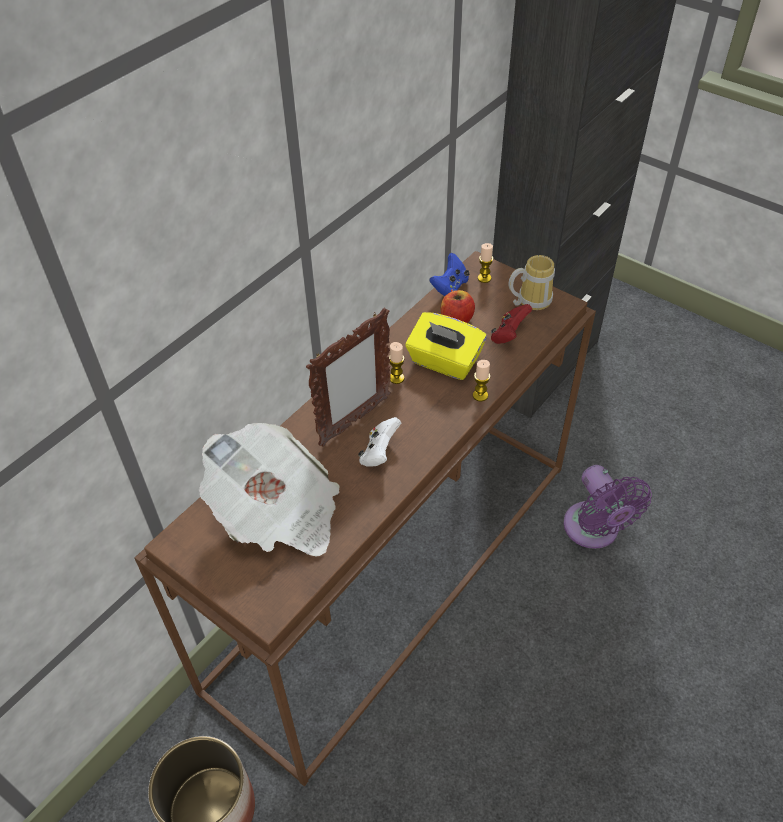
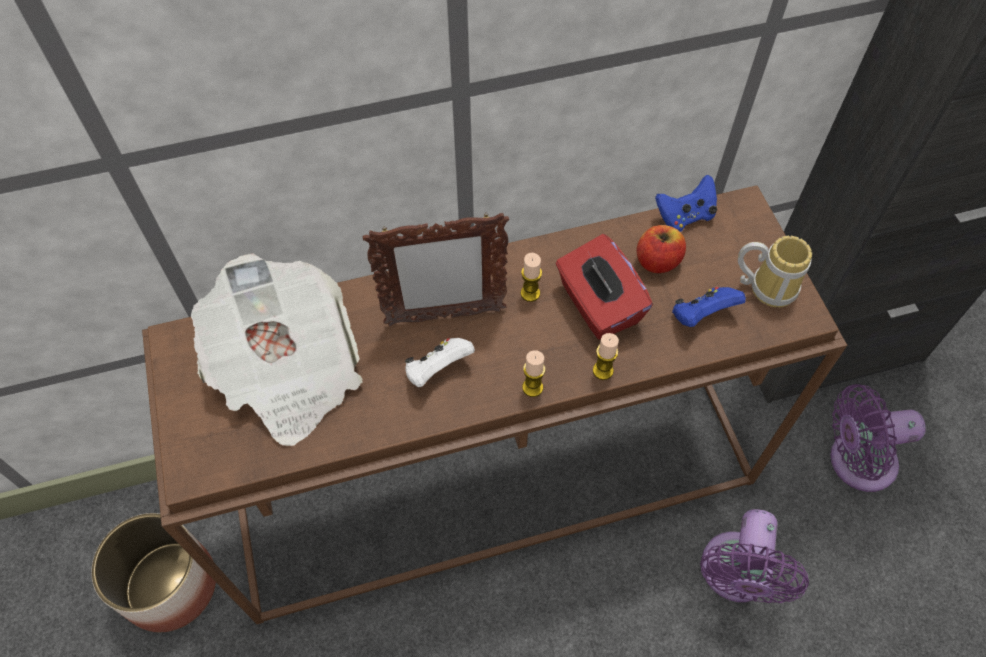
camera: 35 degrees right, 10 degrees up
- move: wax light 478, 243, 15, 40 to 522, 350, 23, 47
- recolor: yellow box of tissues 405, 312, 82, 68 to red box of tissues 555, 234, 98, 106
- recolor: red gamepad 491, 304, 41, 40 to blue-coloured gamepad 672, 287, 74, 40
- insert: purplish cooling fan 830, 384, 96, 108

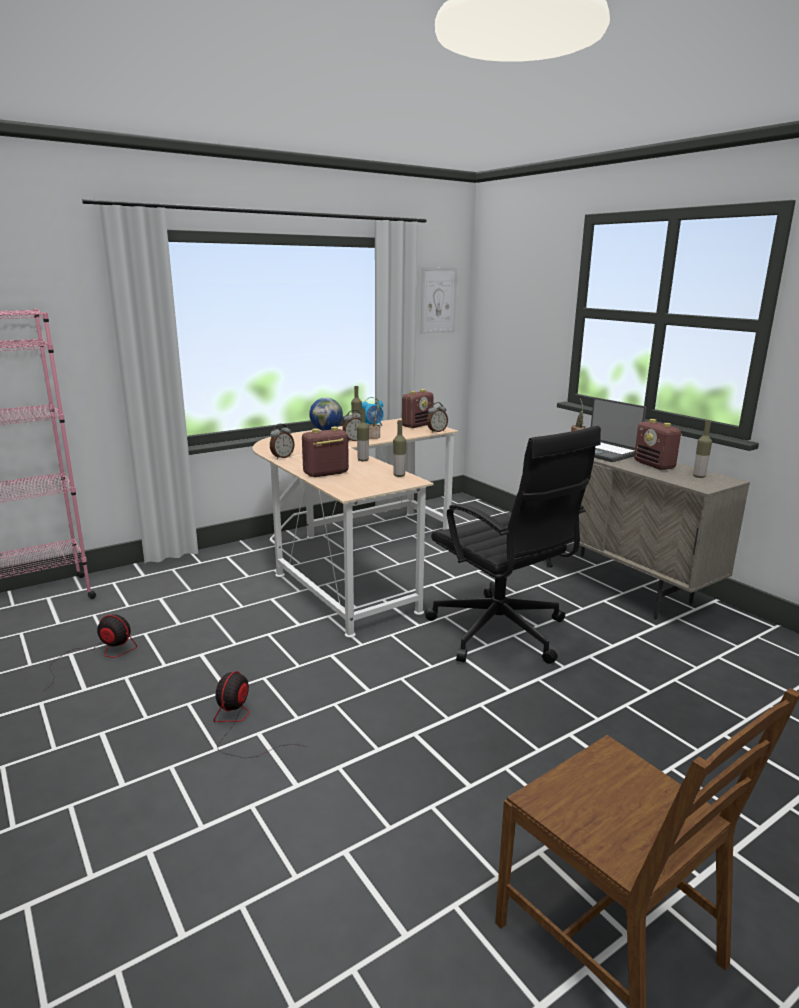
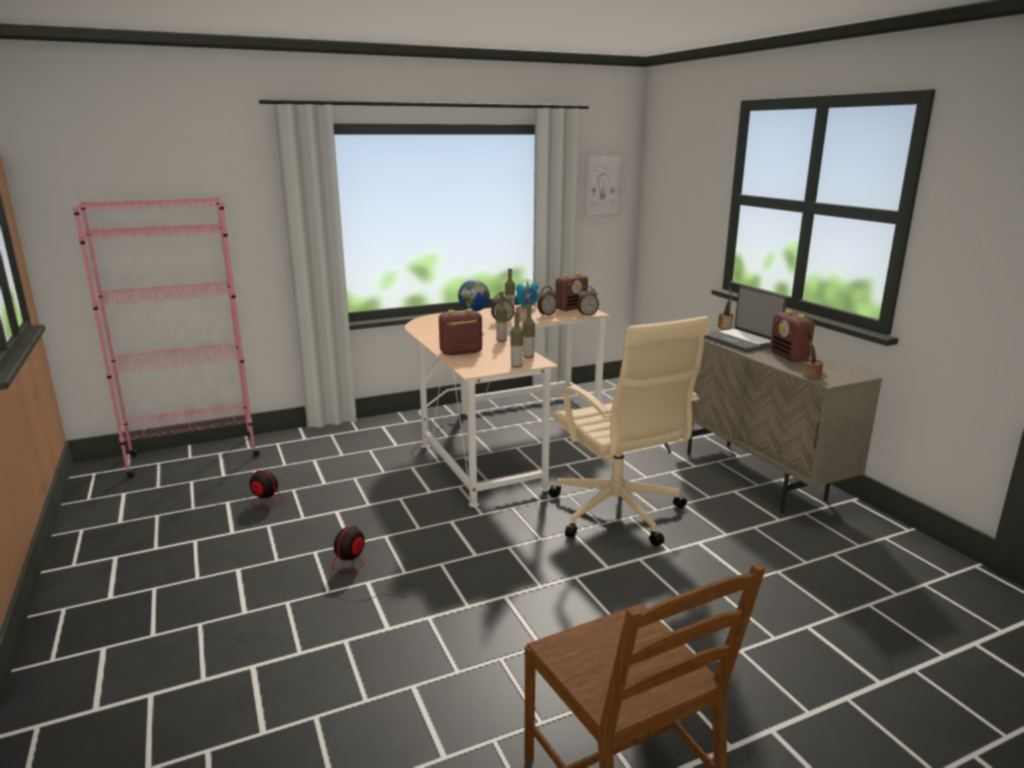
camera: 10 degrees right, 0 degrees up
- move: beverage bottle 693, 421, 19, 57 to 510, 312, 13, 56
- move: alarm clock 270, 424, 24, 35 to 537, 286, 20, 30
- recolor: blackish computer chair 425, 426, 176, 238 to sand-coloured computer chair 549, 316, 160, 230
- insert: potted plant 802, 330, 21, 50

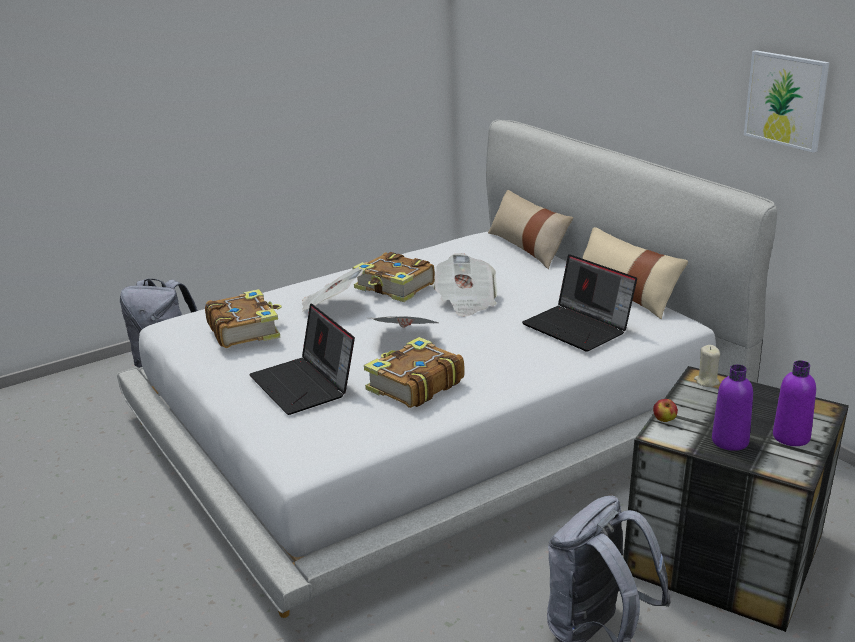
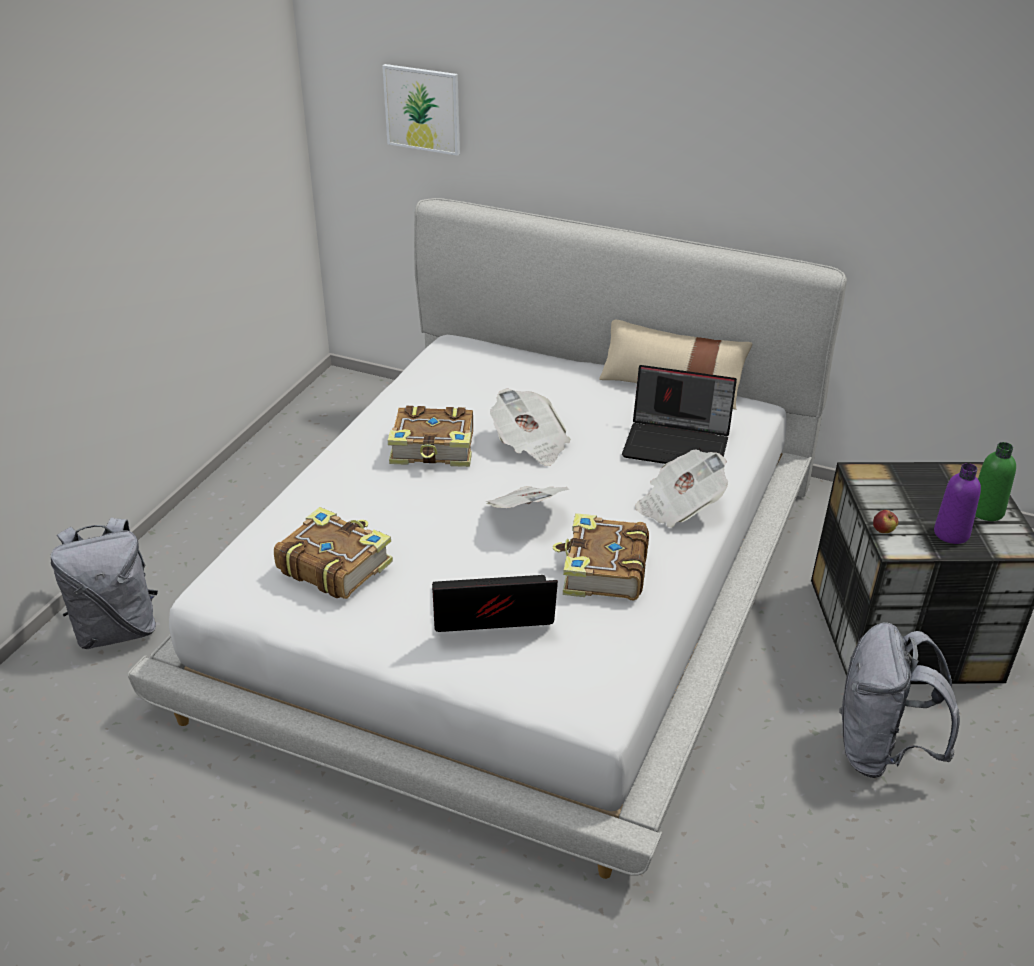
camera: 35 degrees left, 10 degrees up
- move: wall art 744, 50, 86, 103 to 382, 64, 78, 92
- rotate: laptop 249, 303, 106, 112 = 432, 575, 126, 57 150 degrees clockwise
- move: printed paper 302, 267, 61, 45 to 635, 449, 93, 79
- recolor: purplish beverage bottle 773, 360, 43, 86 to greenish beverage bottle 975, 442, 41, 79
- delete: sand-coloured pillow 488, 190, 85, 79
- delete: sand-coloured wax light 694, 345, 26, 42

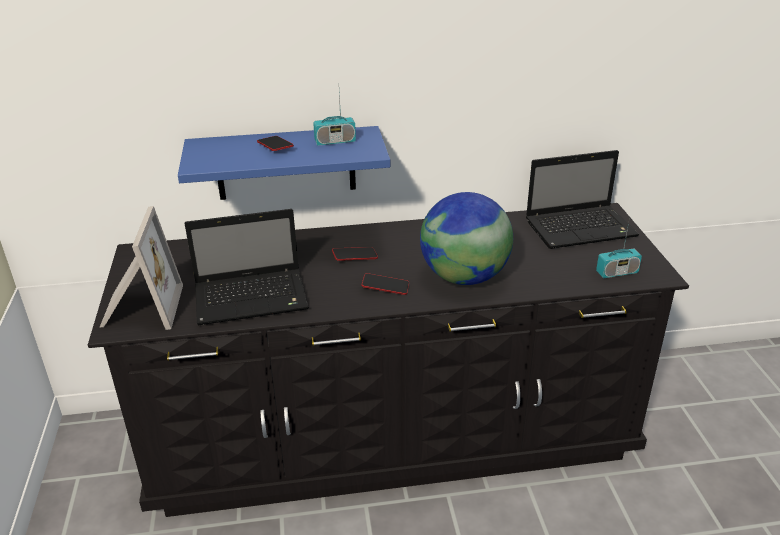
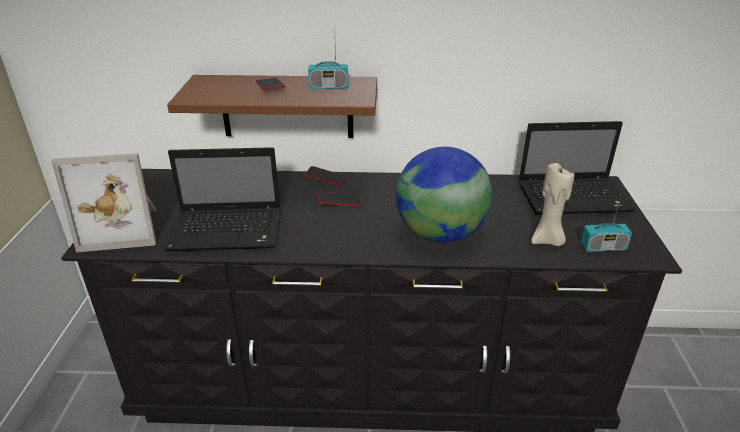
camera: 10 degrees right, 0 degrees up
- rotate: standing frame 99, 206, 84, 124 = 51, 153, 106, 99 75 degrees clockwise
- recolor: blue-coloured bracket shelf 178, 126, 212, 74 to brownish bracket shelf 167, 75, 210, 63
- move: handset 362, 273, 47, 22 to 305, 166, 42, 20
- insert: sand-coloured wax light 531, 163, 43, 83

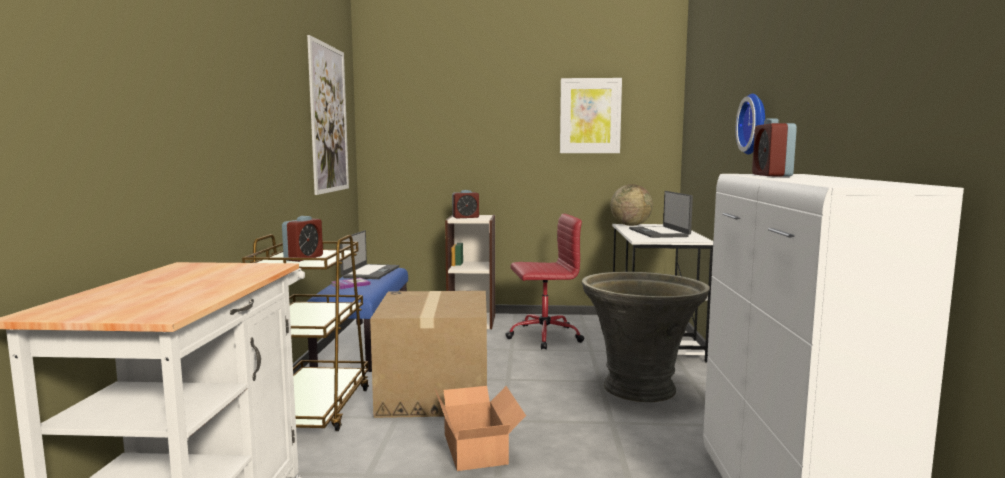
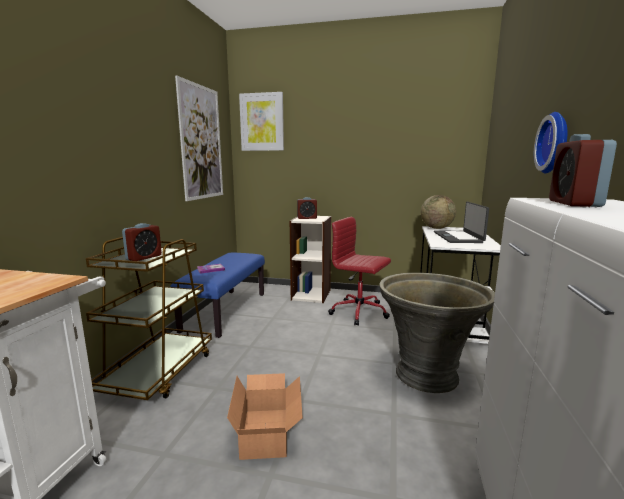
camera: 10 degrees right, 5 degrees up
- move: wall art 560, 78, 62, 75 to 239, 92, 45, 59
- rotate: red computer chair 505, 214, 79, 136 = 328, 217, 63, 109 150 degrees counterclockwise
- delete: laptop 340, 230, 59, 49
- delete: cardboard box 370, 291, 117, 127

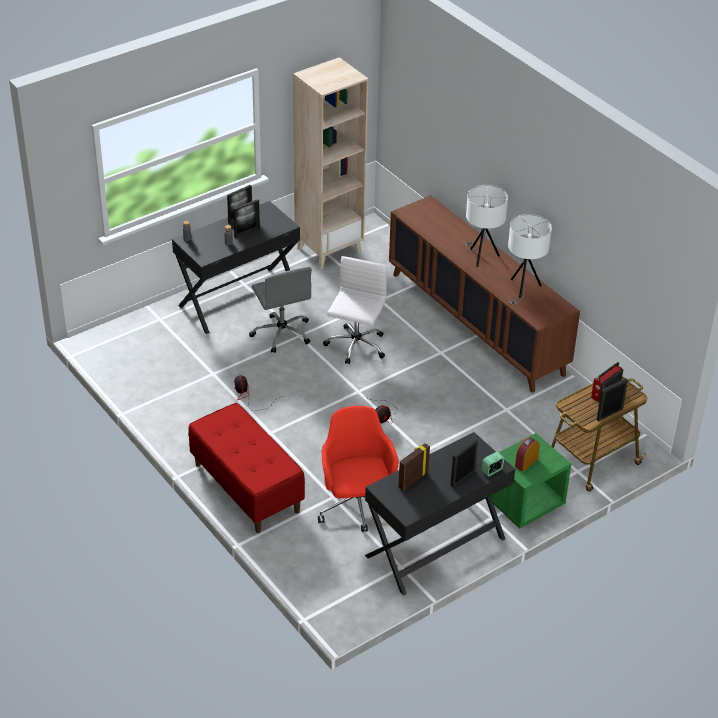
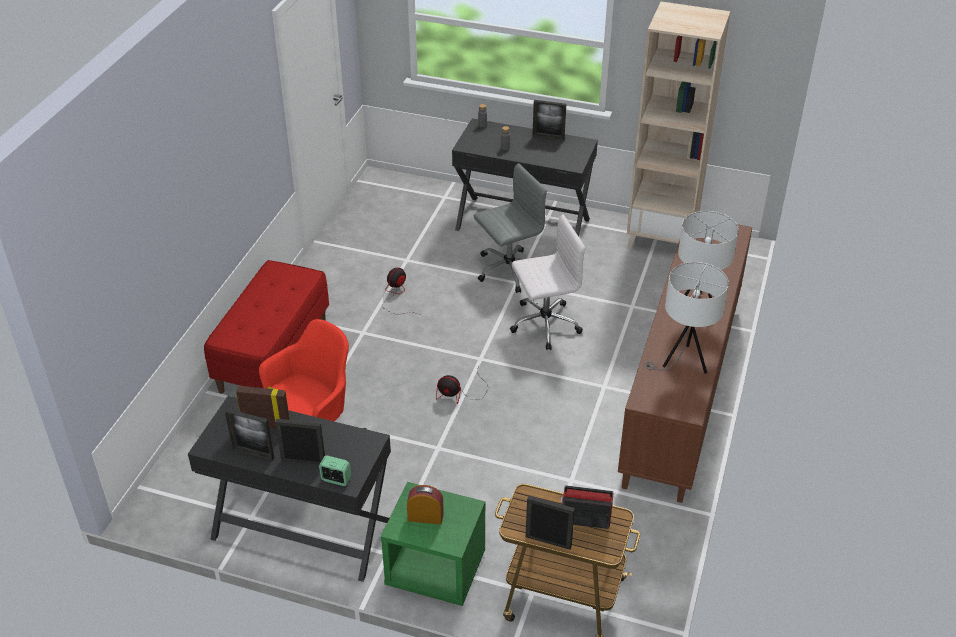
camera: 55 degrees right, 0 degrees up
- move: standing frame 233, 199, 27, 39 to 225, 409, 49, 52
- rotate: grey computer chair 249, 267, 62, 86 = 474, 163, 73, 130 150 degrees counterclockwise

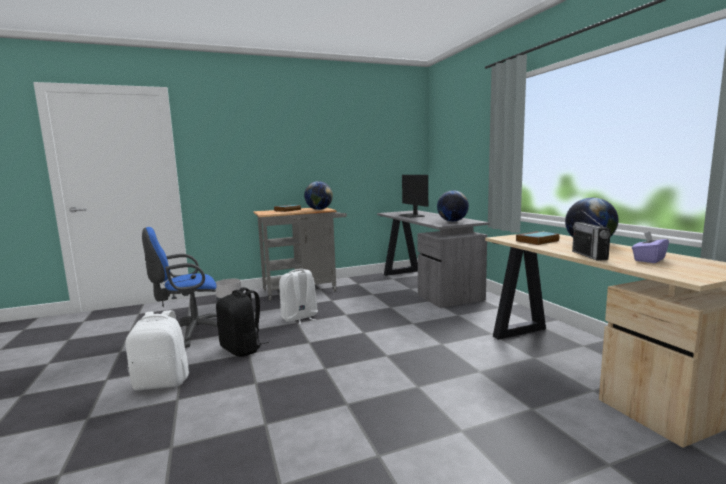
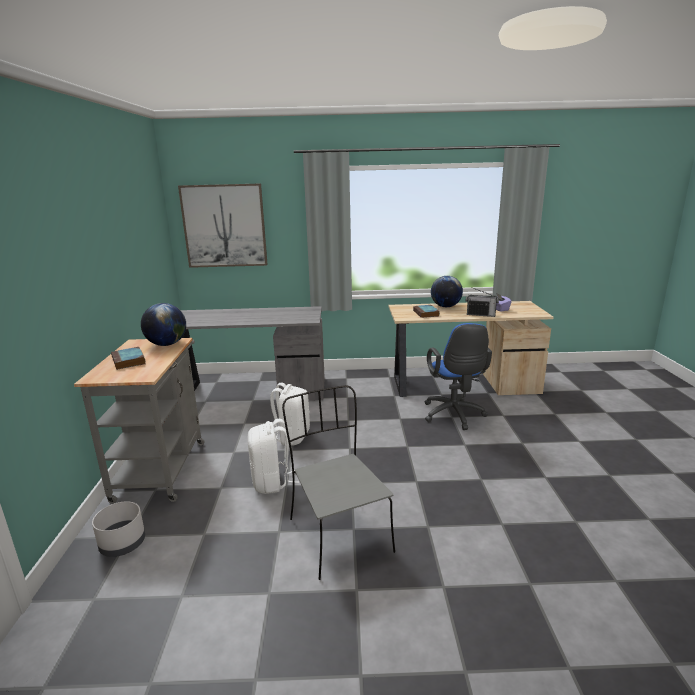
camera: 70 degrees left, 10 degrees up
- insert: wall art 178, 183, 90, 85
- move: white backpack 126, 310, 63, 80 to 270, 383, 40, 62
- replace: blackish backpack 216, 287, 53, 70 to grey upright chair 282, 385, 113, 195
- move: blue-coloured computer chair 142, 227, 76, 121 to 424, 323, 68, 107
- delete: computer screen 398, 175, 30, 43
- delete: globe 437, 190, 32, 32

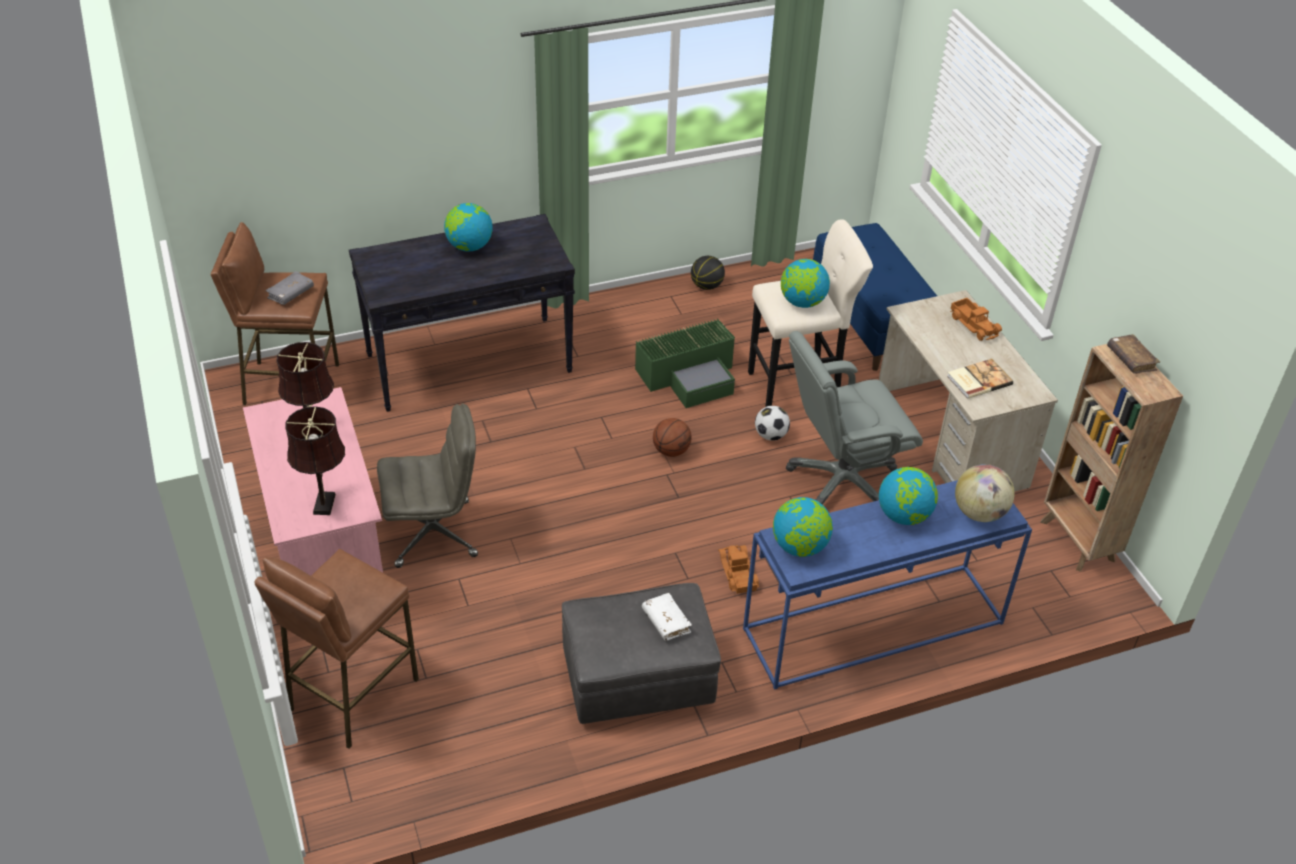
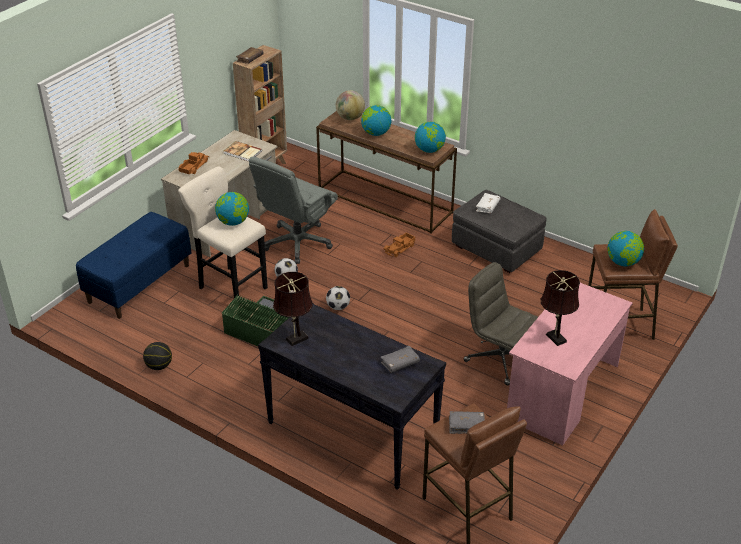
camera: 125 degrees left, 5 degrees down
- rotate: grey computer chair 786, 331, 137, 174 = 249, 157, 89, 107 90 degrees clockwise
- move: brownish lamp for a table 285, 406, 60, 109 to 273, 272, 40, 74
- recolor: blue-coloured hall table 743, 480, 289, 210 to brownish hall table 316, 111, 141, 123
- replace: basketball 653, 418, 39, 39 to football 326, 286, 24, 24
- insert: grey book 381, 346, 39, 27
- move: globe 444, 203, 49, 49 to 608, 231, 36, 35

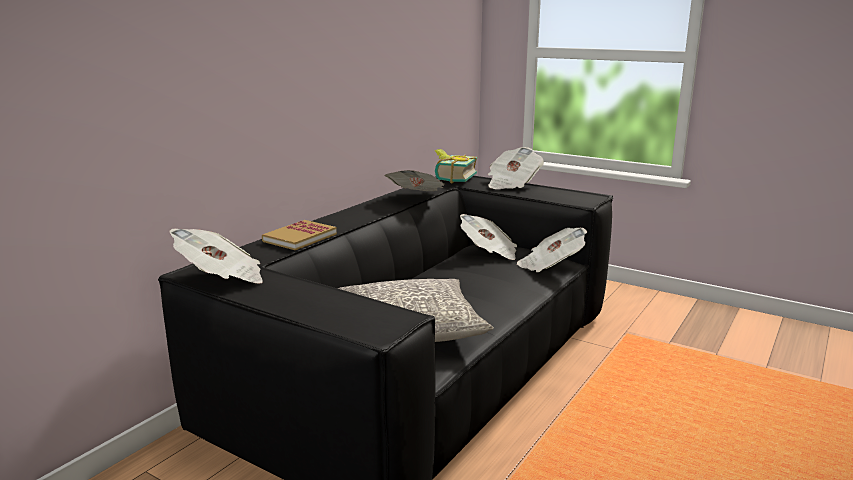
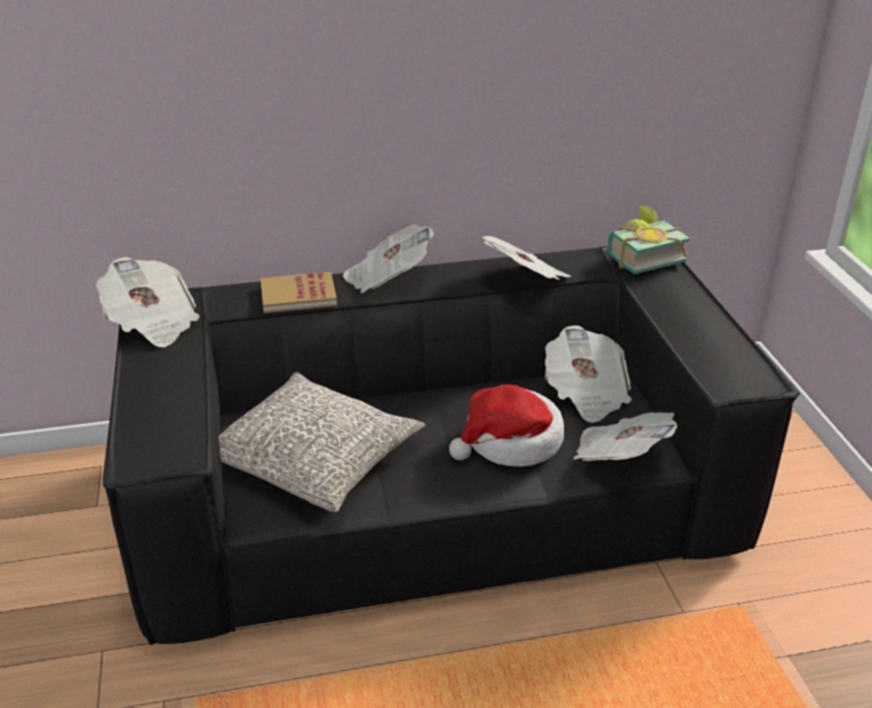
camera: 45 degrees right, 15 degrees up
- move: printed paper 488, 147, 56, 42 to 343, 224, 91, 69
- insert: clothing hat 449, 385, 115, 82

